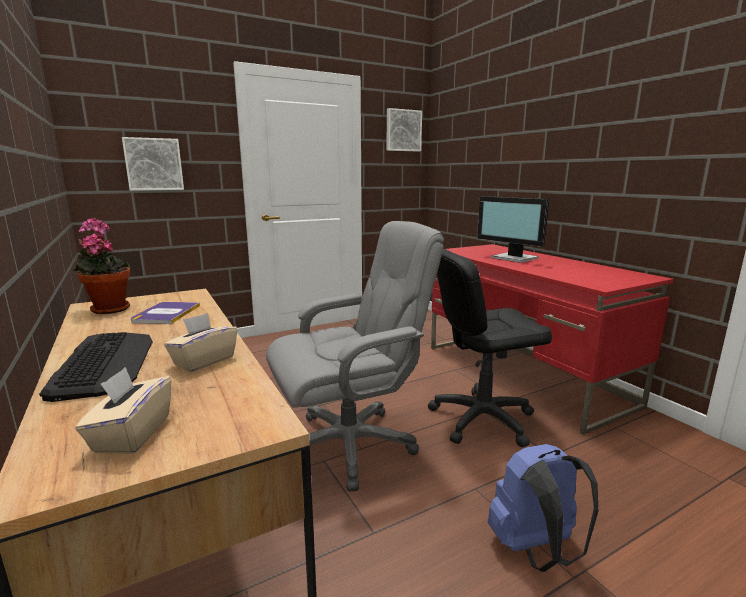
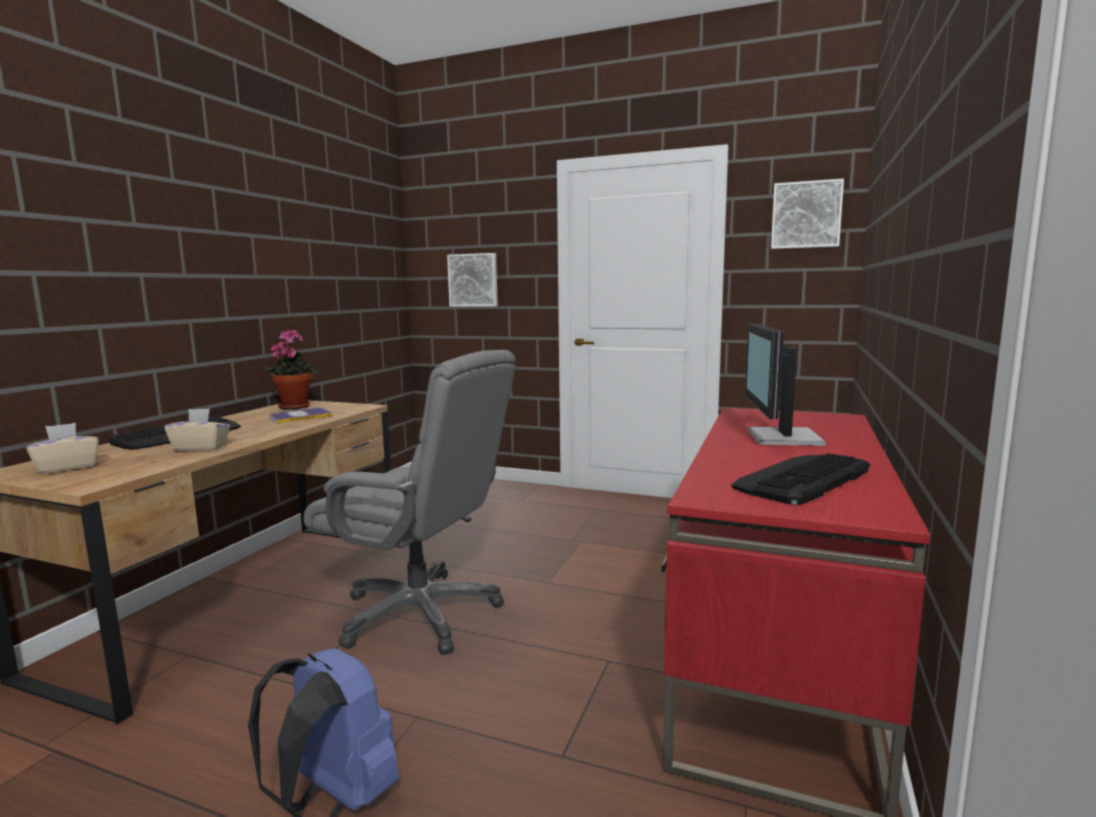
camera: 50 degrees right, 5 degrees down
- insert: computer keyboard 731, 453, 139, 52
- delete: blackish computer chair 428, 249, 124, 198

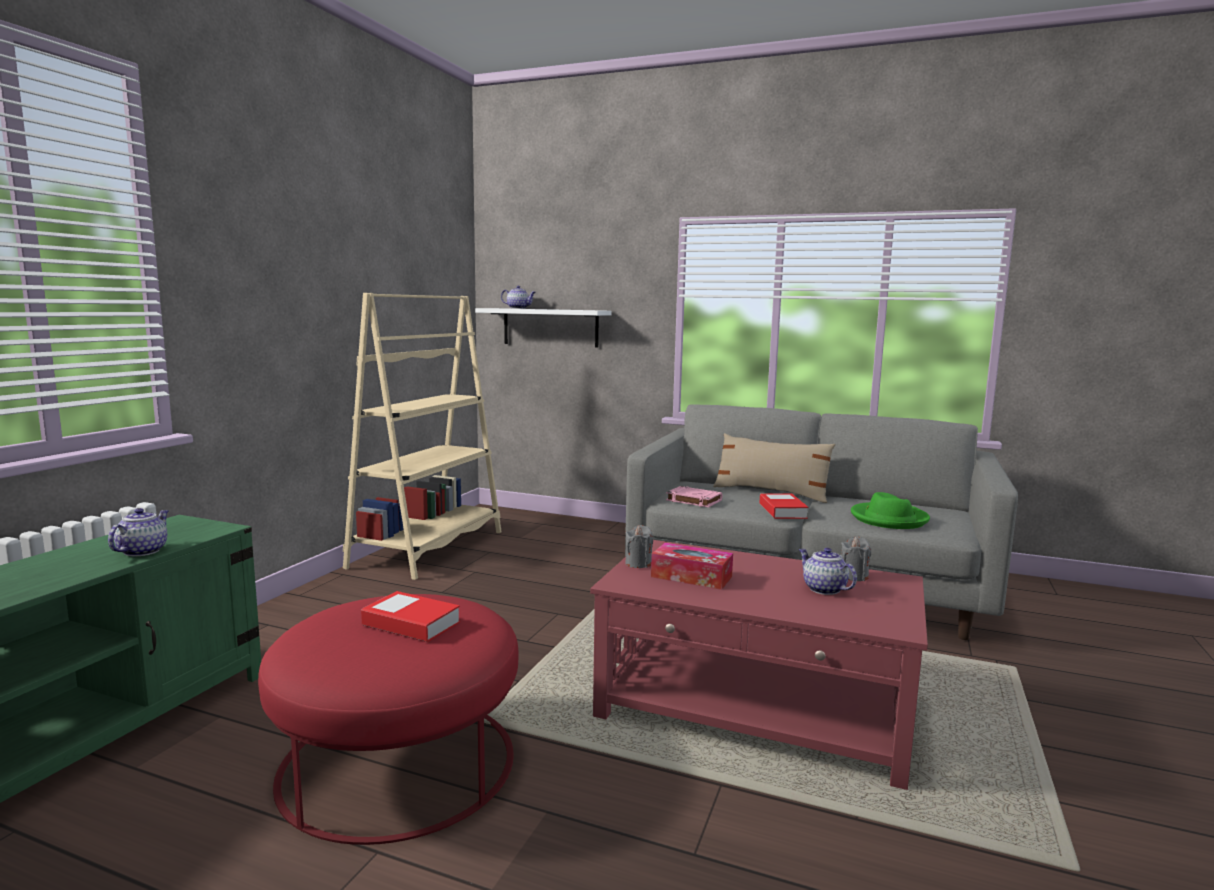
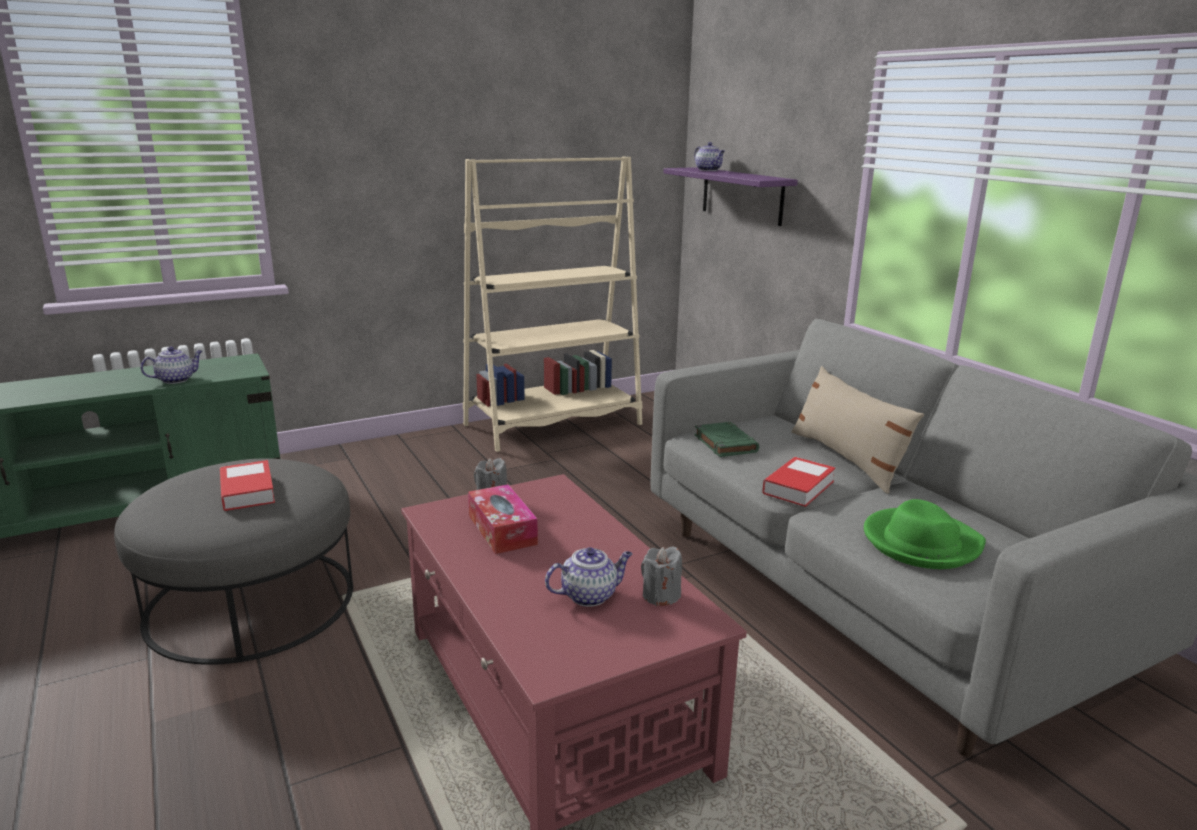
camera: 40 degrees right, 10 degrees up
- recolor: red ottoman 258, 594, 260, 251 to grey ottoman 114, 459, 239, 206
- rotate: teapot 799, 548, 58, 47 = 545, 547, 87, 60 60 degrees clockwise
- recolor: white bracket shelf 475, 308, 137, 40 to purplish bracket shelf 663, 167, 135, 59
- recolor: pinkish book 666, 486, 56, 21 to greenish book 695, 422, 64, 35

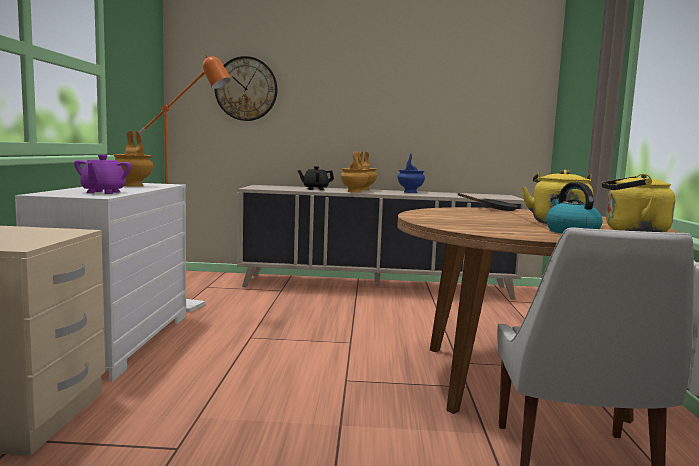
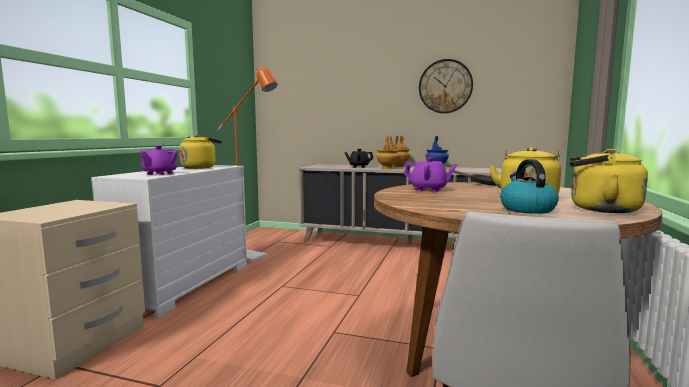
camera: 15 degrees right, 0 degrees up
- replace: brownish flower vase 113, 131, 40, 56 to yellow water kettle 179, 135, 43, 34
- insert: purplish teapot 403, 157, 54, 35
- move: hanging clock 214, 56, 63, 65 to 419, 59, 54, 54

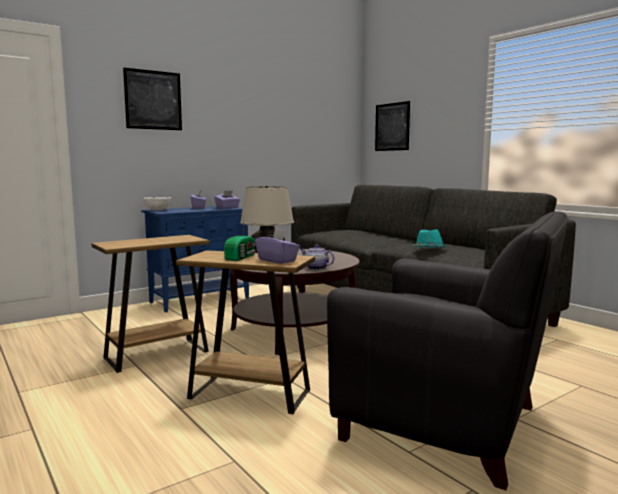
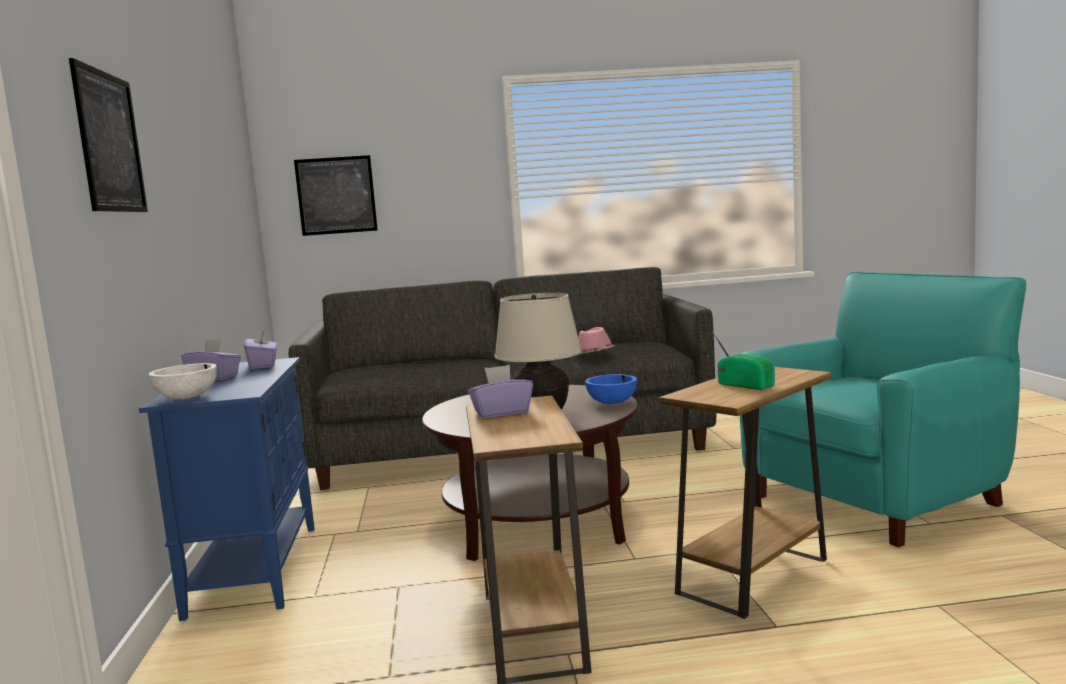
camera: 60 degrees left, 0 degrees up
- move: purplish box of tissues 255, 228, 45, 36 to 468, 365, 65, 53
- recolor: turquoise clothing hat 413, 229, 33, 18 to pinkish clothing hat 575, 327, 40, 29
- replace: teapot 300, 244, 34, 26 to blue-coloured serving bowl 585, 374, 52, 30
- recolor: blackish easy chair 327, 211, 241, 279 to turquoise easy chair 740, 272, 286, 275

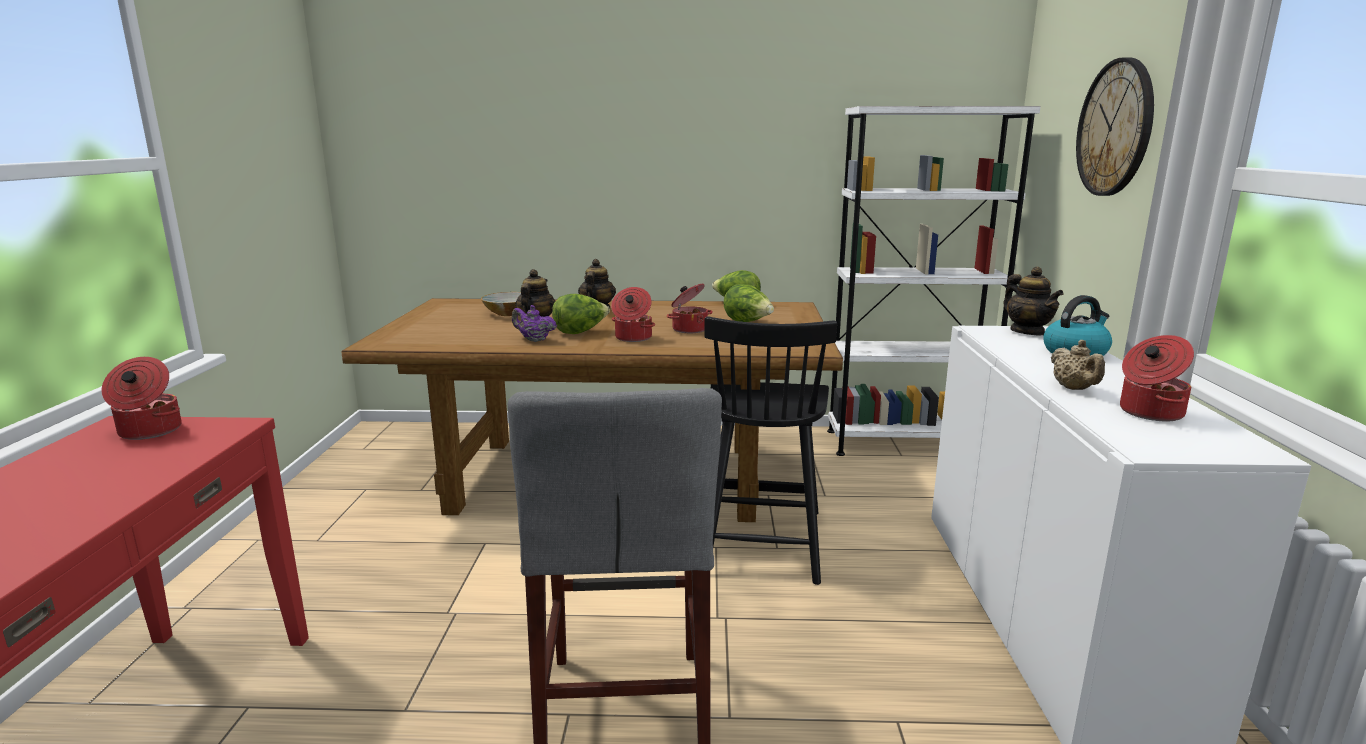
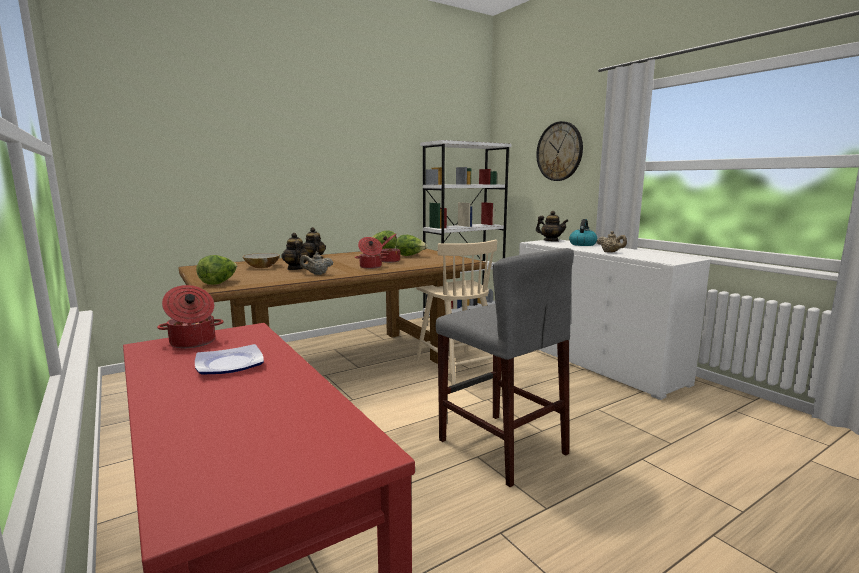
camera: 35 degrees left, 5 degrees down
- insert: plate 195, 344, 69, 31
- move: lettuce head 552, 294, 58, 40 to 196, 255, 41, 30
- recolor: purplish teapot 512, 305, 45, 37 to sand-coloured teapot 300, 252, 33, 23
- recolor: blackish upright chair 704, 316, 133, 269 to sand-coloured upright chair 416, 240, 81, 145
- delete: saucepot 1120, 335, 74, 87

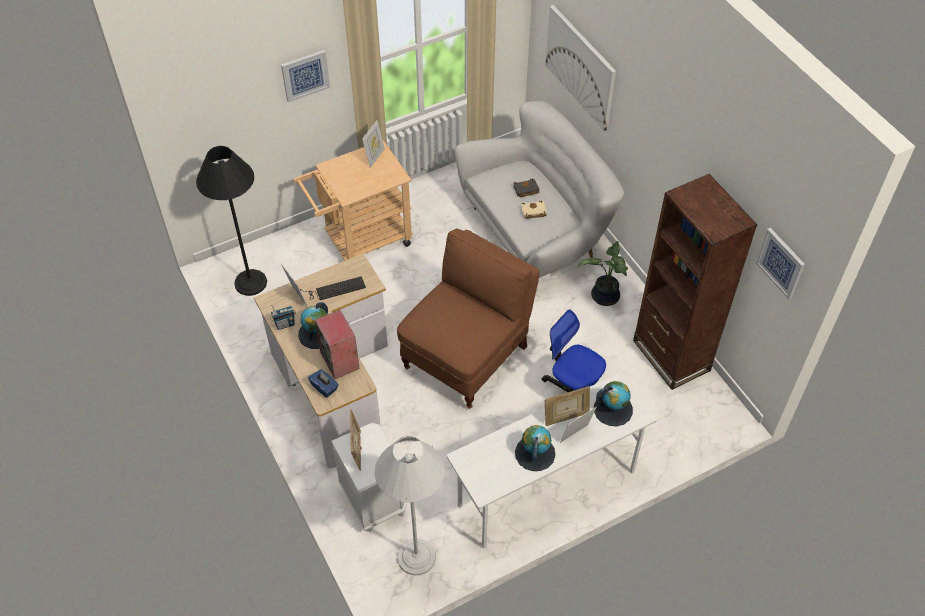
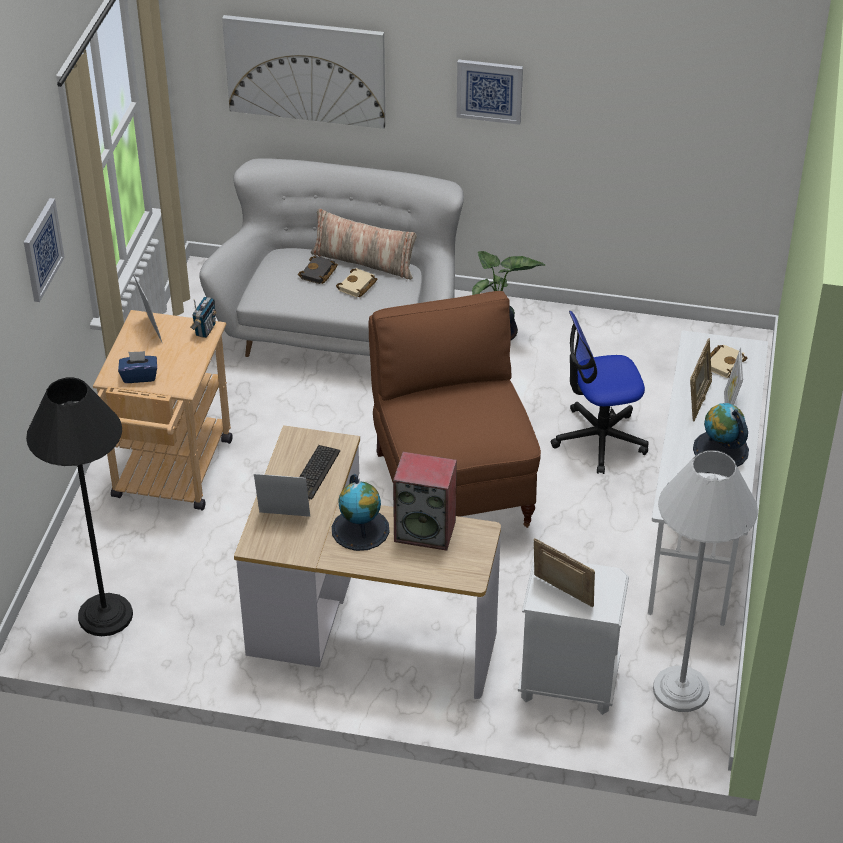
camera: 50 degrees left, 10 degrees down
- move: blue-coloured box of tissues 308, 370, 31, 28 to 118, 351, 39, 32
- move: radio 270, 305, 26, 25 to 190, 297, 26, 41
- insert: pillow 311, 209, 106, 71
- move: wall art 756, 228, 49, 71 to 457, 59, 66, 66
- replace: globe 594, 381, 39, 45 to sand-coloured book 711, 345, 36, 33
- delete: brownish bookshelf 633, 174, 124, 216

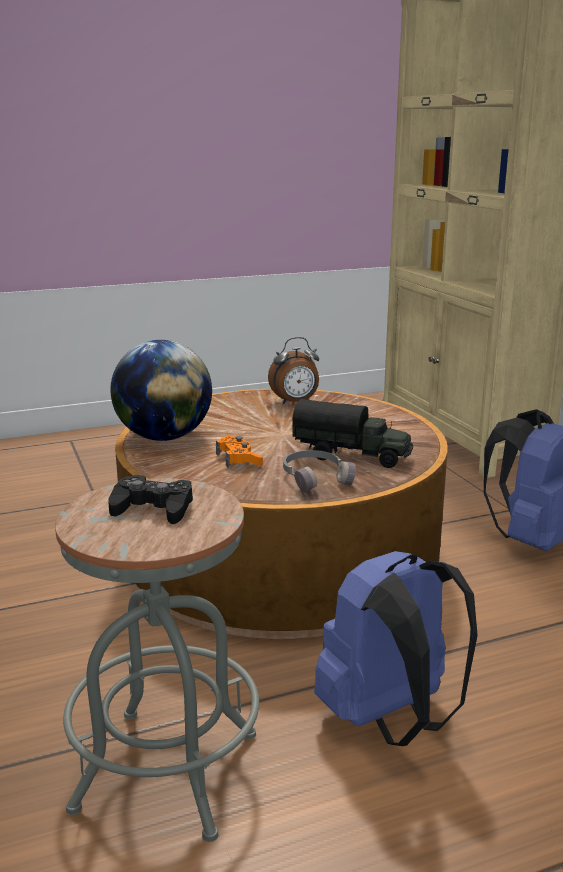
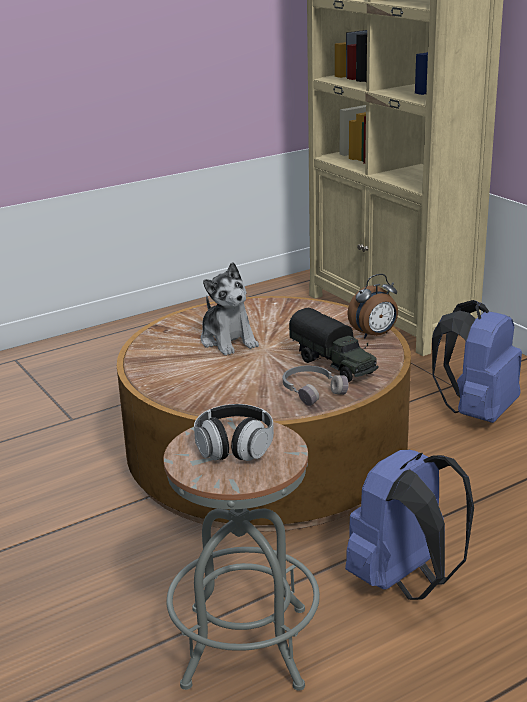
camera: 10 degrees left, 5 degrees up
- replace: blackish gamepad 108, 475, 85, 49 to pair of headphones 194, 404, 80, 57
- insert: cuddly toy 201, 262, 58, 94
- rotate: model truck 292, 399, 121, 69 = 289, 308, 89, 74 45 degrees clockwise
- move: alarm clock 268, 337, 51, 68 to 347, 274, 51, 65
- delete: globe 110, 340, 102, 101
- delete: orange gamepad 216, 436, 47, 32

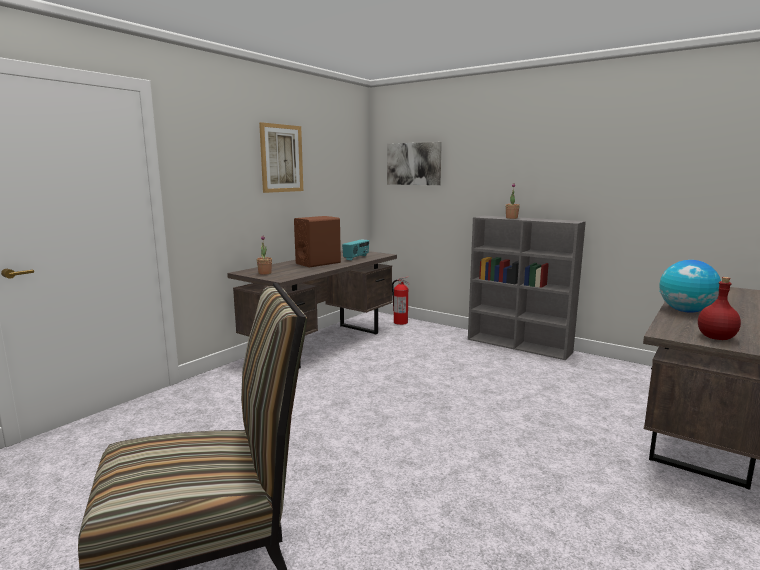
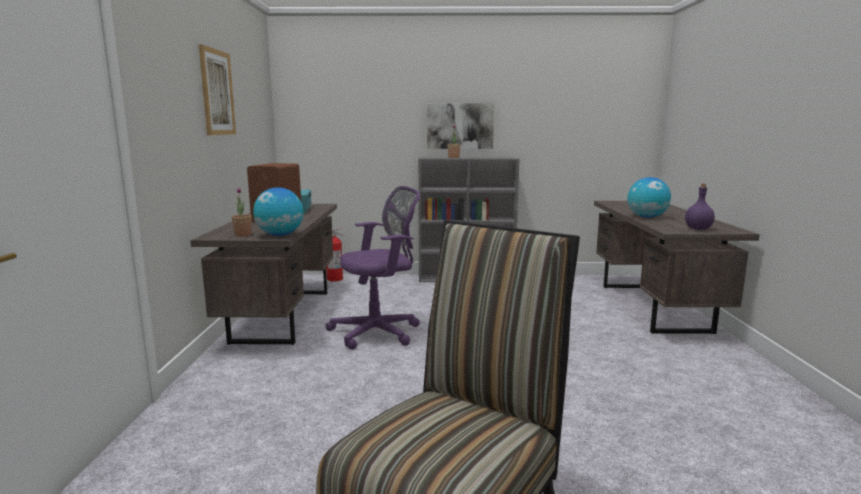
camera: 35 degrees left, 0 degrees up
- insert: globe 253, 187, 50, 49
- insert: purplish computer chair 325, 186, 95, 164
- move: wall art 387, 142, 55, 43 to 427, 104, 67, 45
- recolor: red beverage bottle 698, 277, 43, 63 to purplish beverage bottle 685, 184, 30, 46

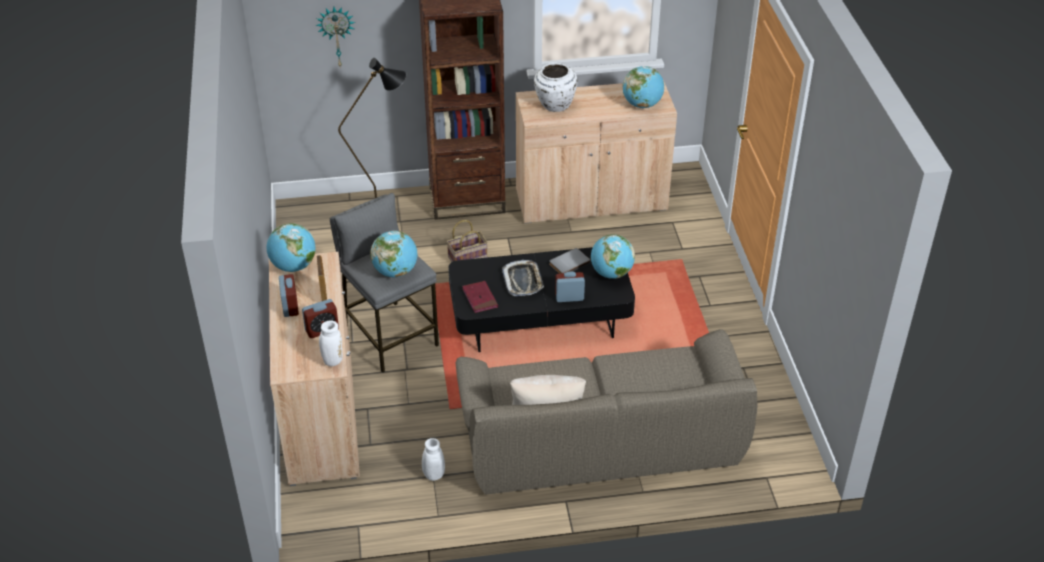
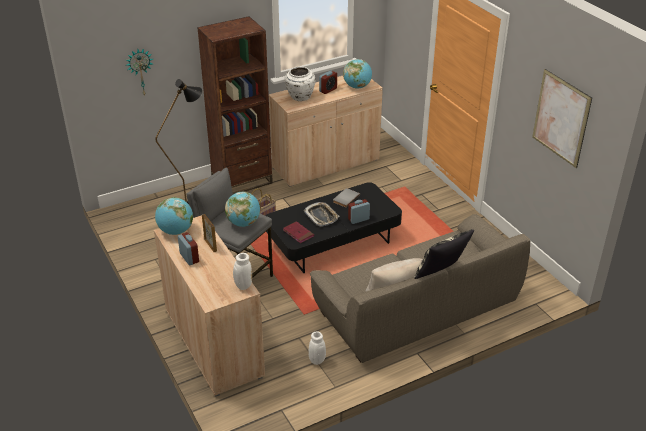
camera: 20 degrees left, 5 degrees down
- move: alarm clock 302, 299, 37, 39 to 319, 71, 18, 23
- insert: pillow 414, 229, 60, 50
- insert: wall art 532, 69, 60, 99
- delete: globe 591, 234, 44, 45

